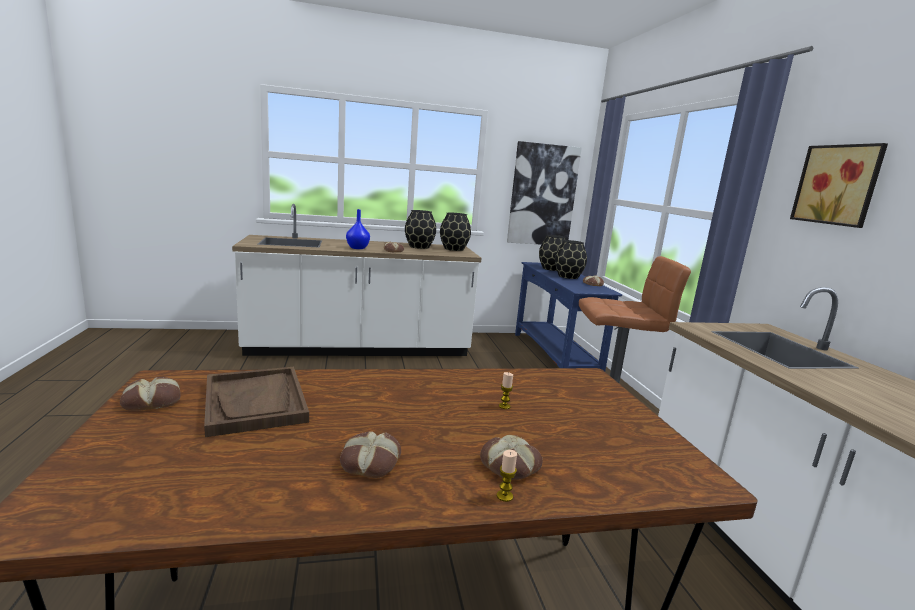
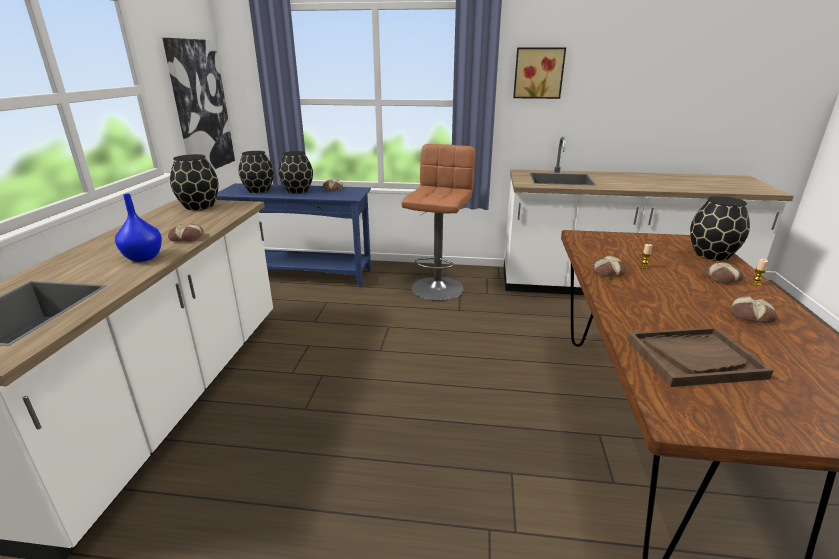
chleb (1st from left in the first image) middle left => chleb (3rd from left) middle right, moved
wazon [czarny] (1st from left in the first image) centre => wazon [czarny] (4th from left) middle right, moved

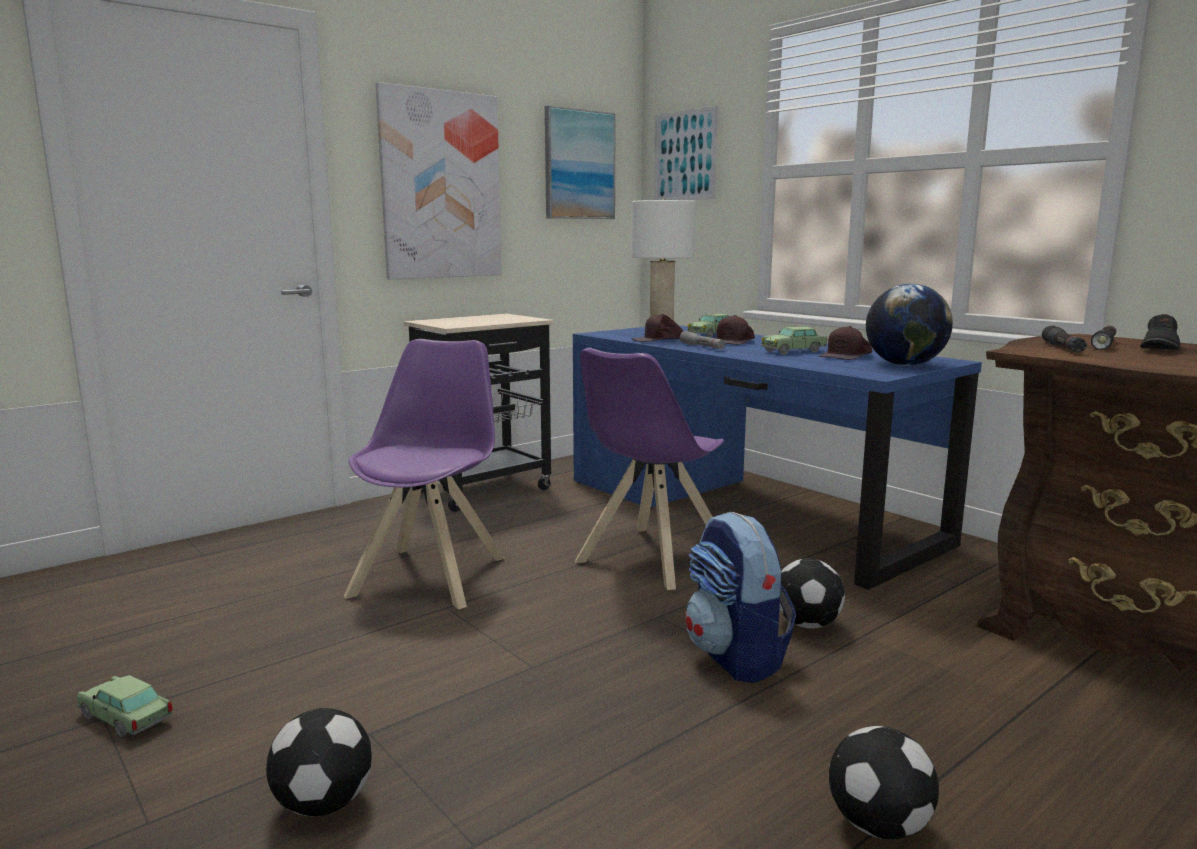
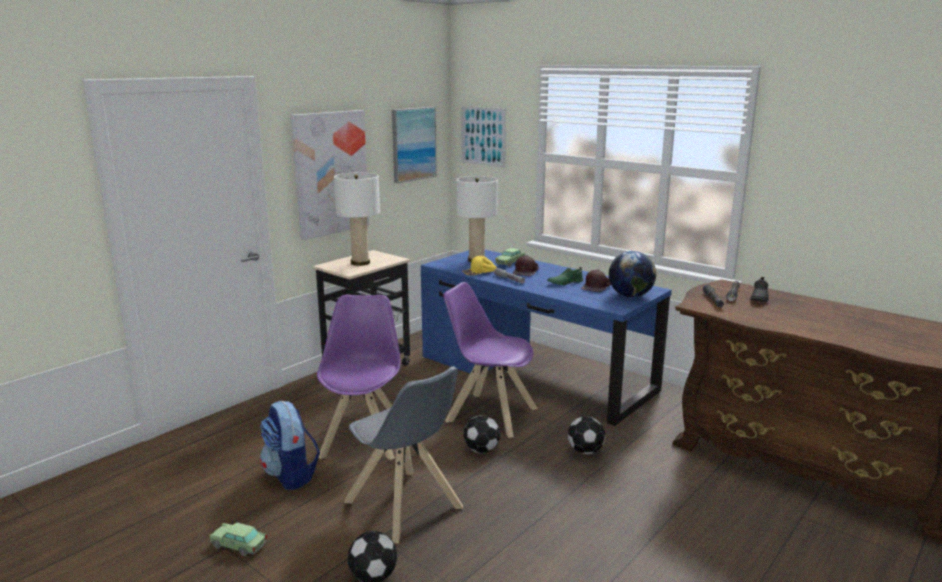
krzesło [fioletowy] (2nd from left) centre, 90 degrees clockwise
czapka z daszkiem [brązowy] (1st from left) centre => czapka z daszkiem [żółty] centre
plecak bottom centre => plecak bottom left, moved
samochodzik (3rd from left) centre => but [zielony] centre
piłka futbolowa (3rd from left in the first image) bottom right => piłka futbolowa (2nd from left) bottom centre, moved
nothing => lampa stołowa [biały] (1st from left) centre
nothing => krzesło [szary] bottom centre

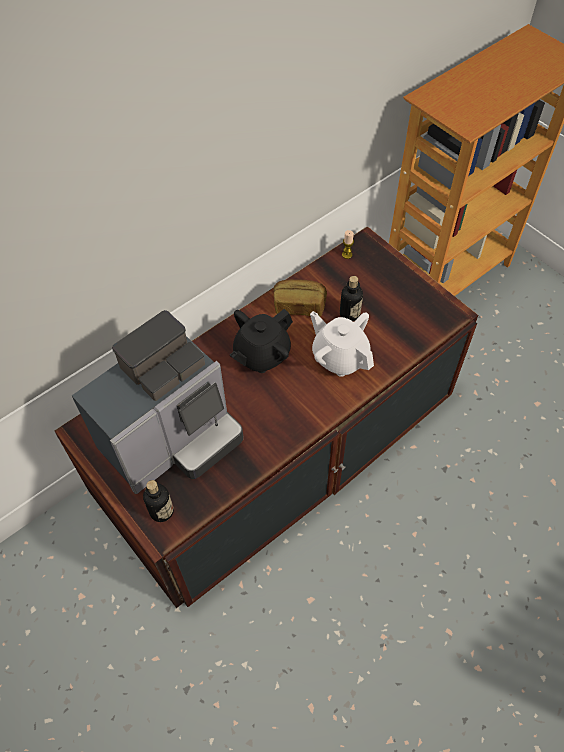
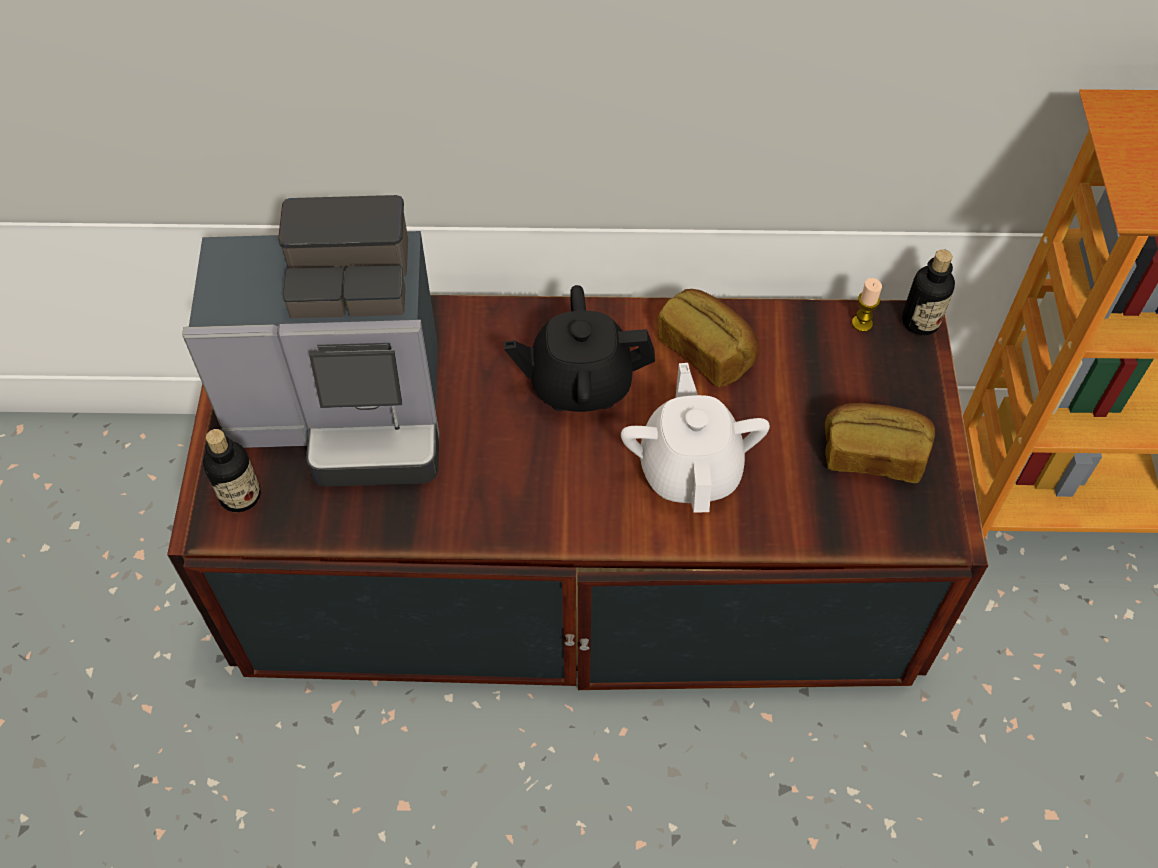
butelka (2nd from left) centre => butelka (2nd from left) middle right, moved
nothing => chleb (2nd from left) middle right

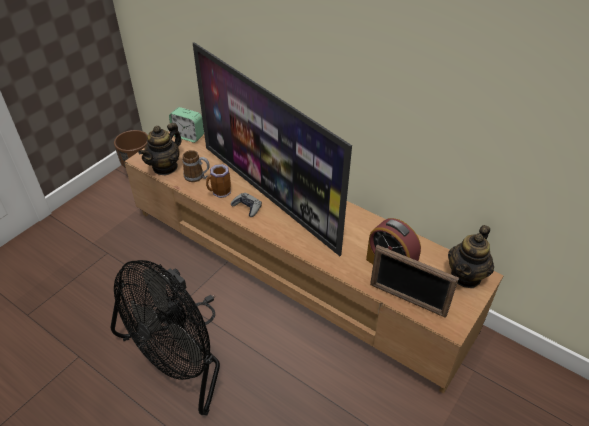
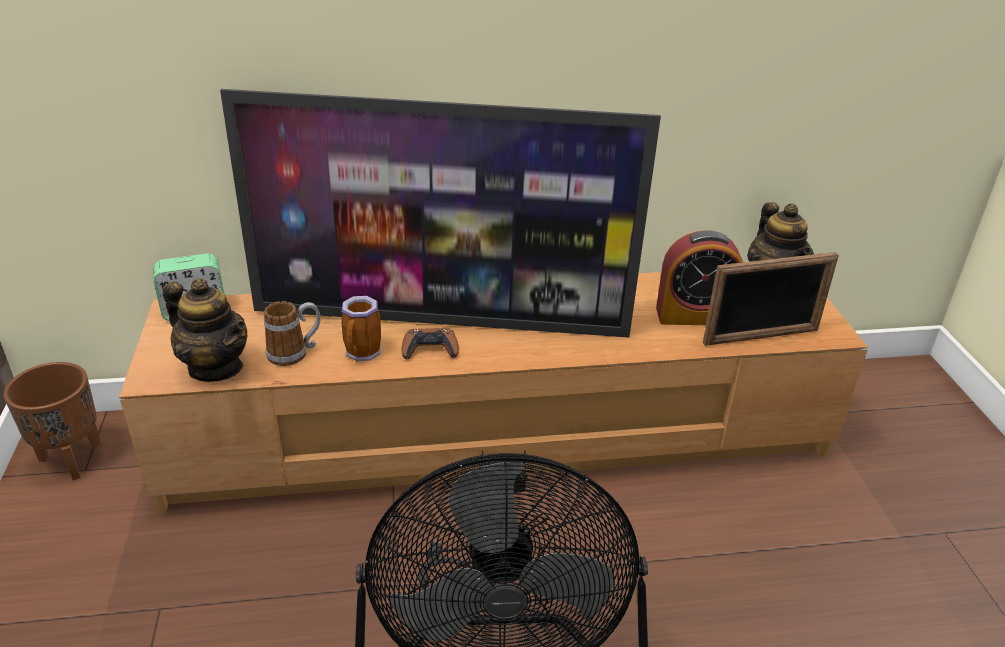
imbryk (1st from left) middle left, 45 degrees counterclockwise
pad do gier [szary] centre => pad do gier [brązowy] centre

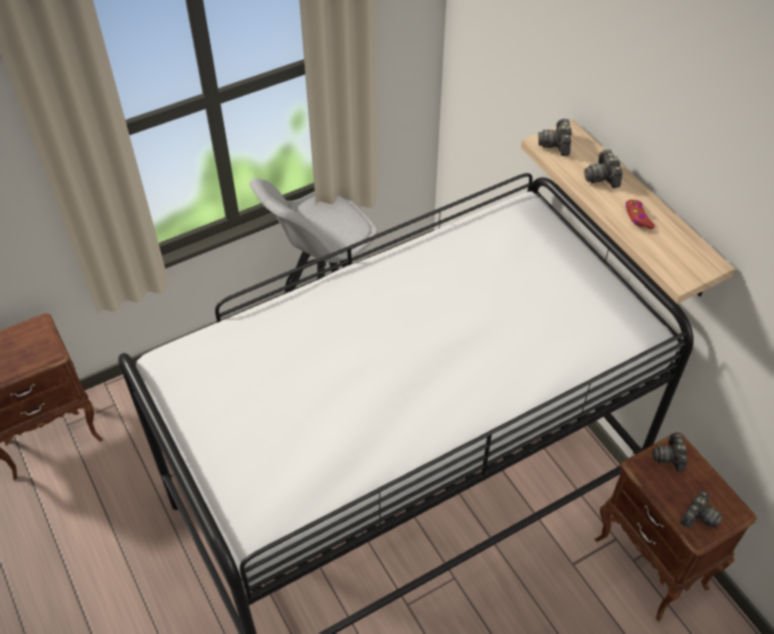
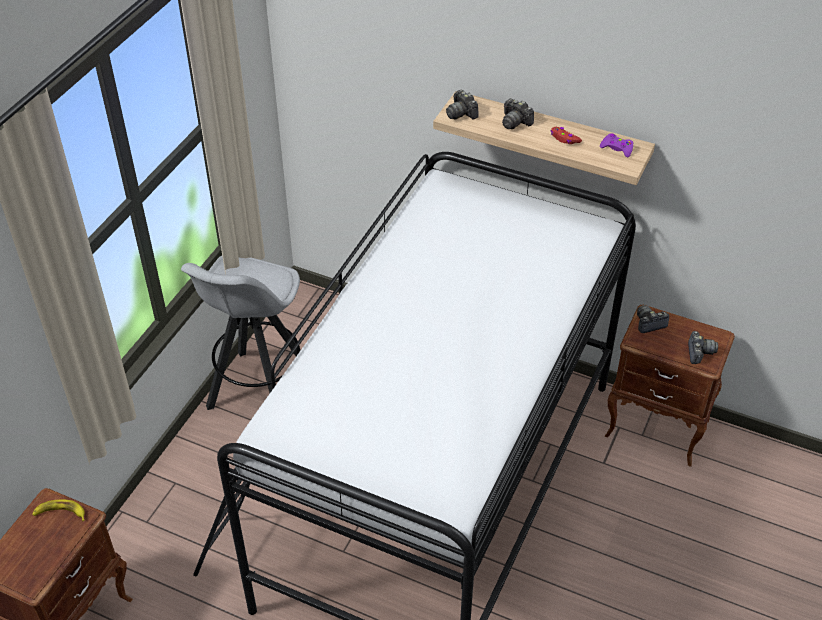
aparat fotograficzny (3rd from left) bottom right => aparat fotograficzny (3rd from left) middle right, 105 degrees clockwise
nothing => banan bottom left
nothing => pad do gier [fioletowy] top right

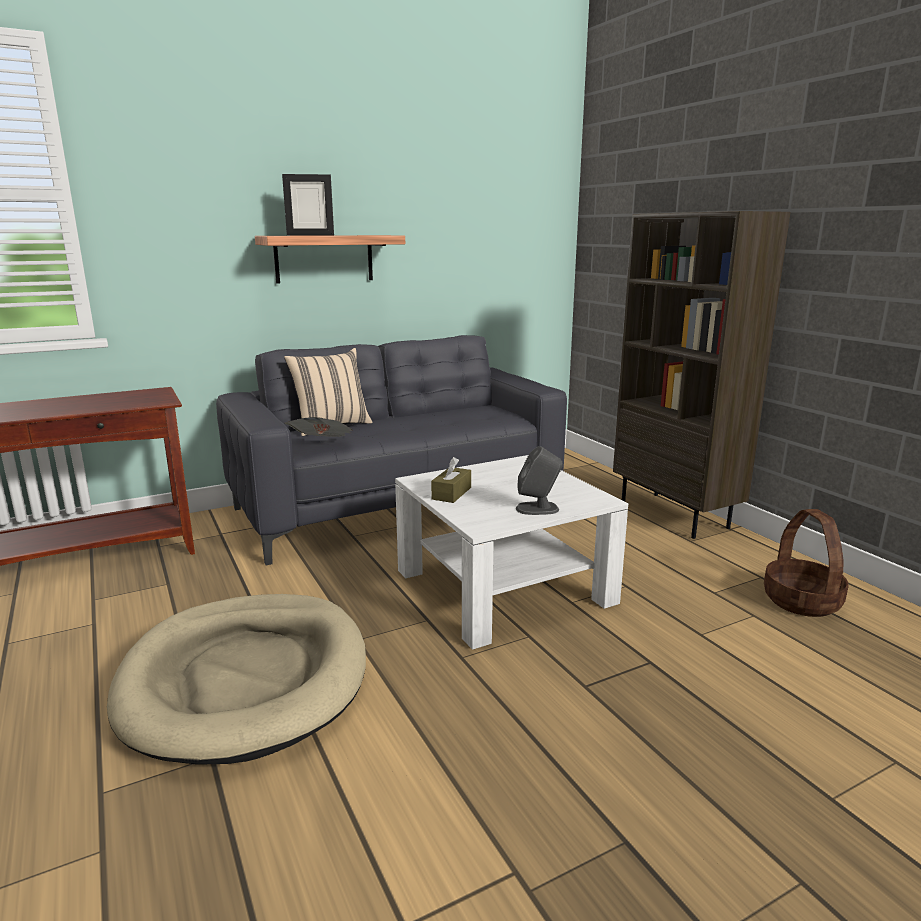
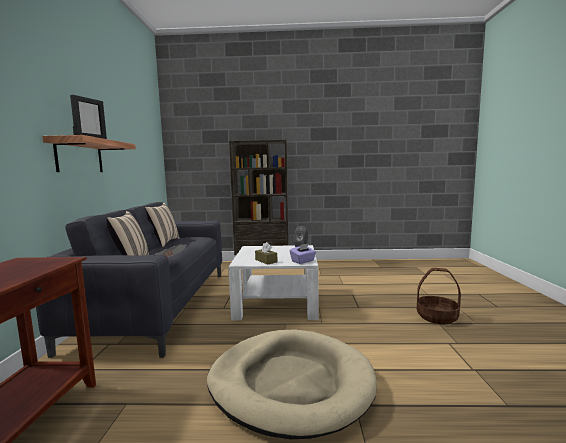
koszyk middle right => koszyk bottom right, moved
nothing => poduszka [beżowy] (2nd from left) middle left
nothing => pudełko chusteczek [fioletowy] centre

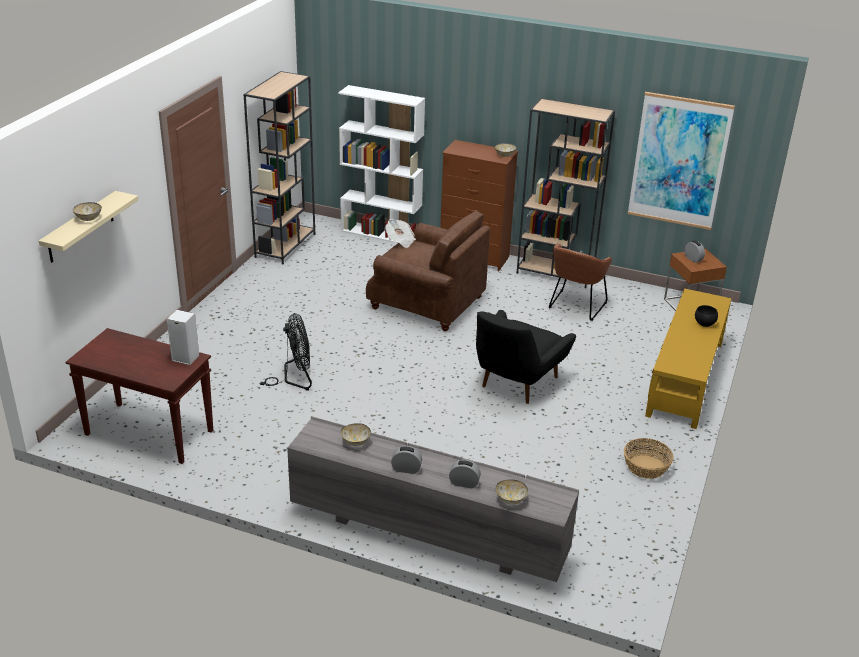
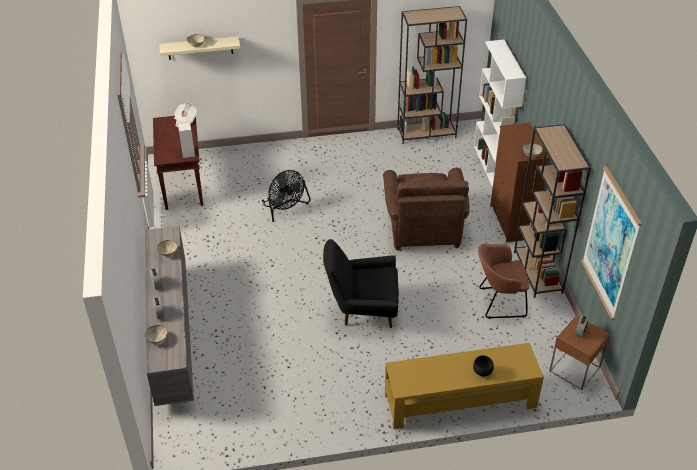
gazeta centre => gazeta top left, moved
koszyk bottom right => nothing

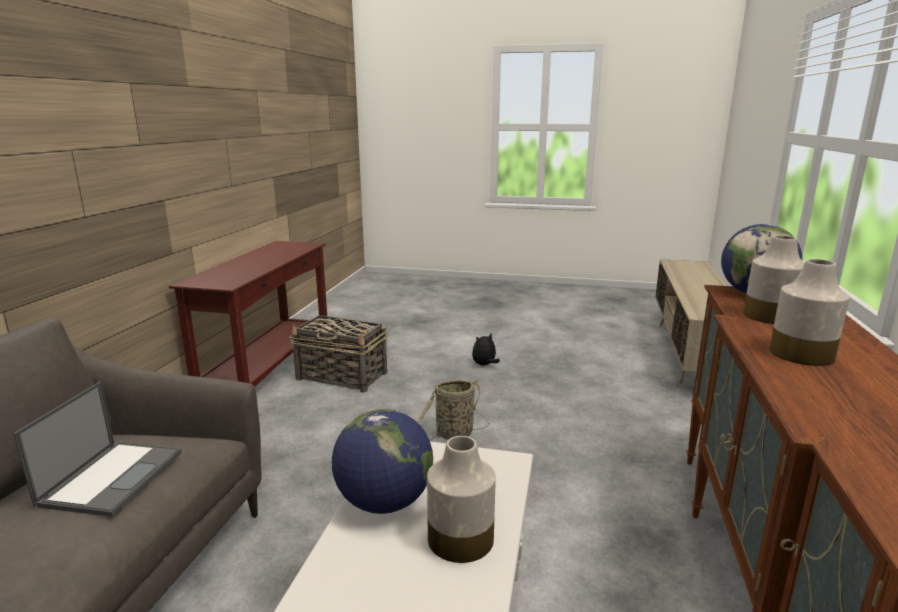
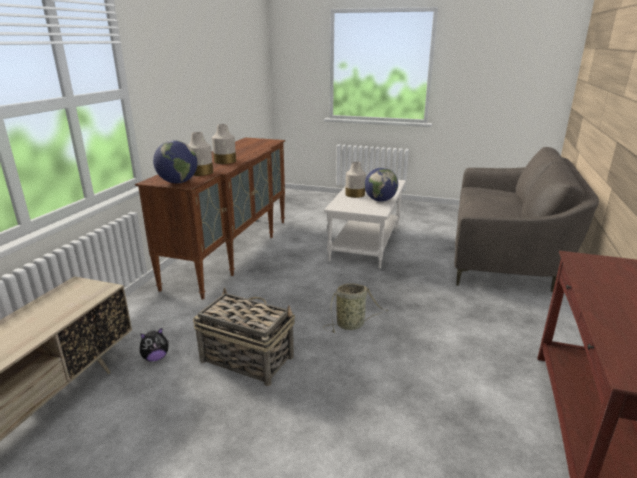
laptop bottom left => nothing
koszyk (1st from left) centre => koszyk (1st from left) bottom centre, moved
pluszak centre => pluszak bottom left, moved

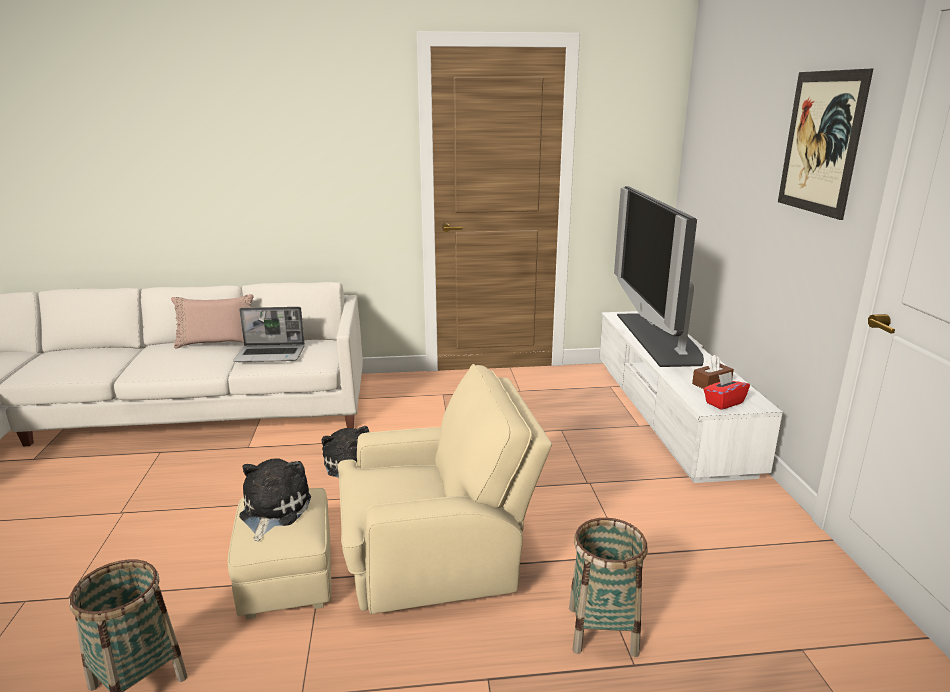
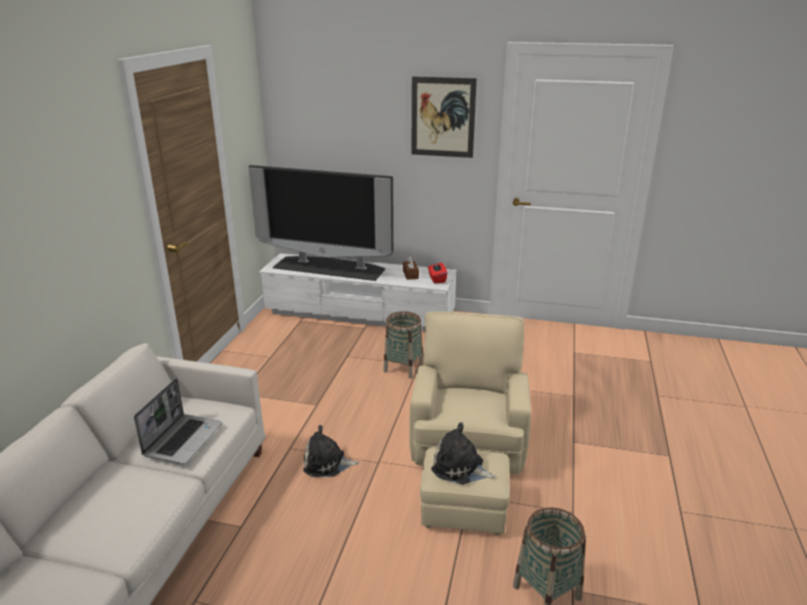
poduszka [beżowy] middle left => nothing
koszyk (2nd from left in the first image) bottom centre => koszyk (1st from left) centre, moved

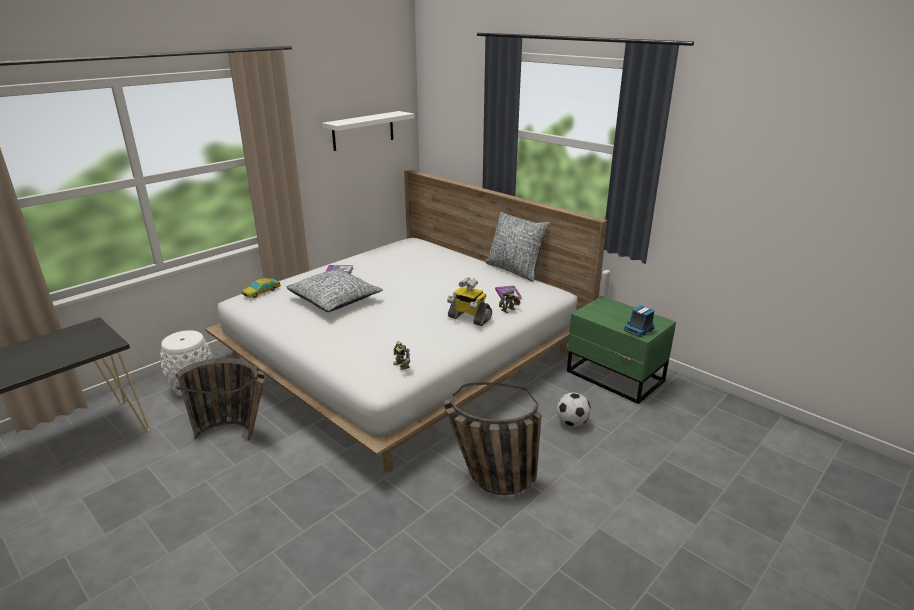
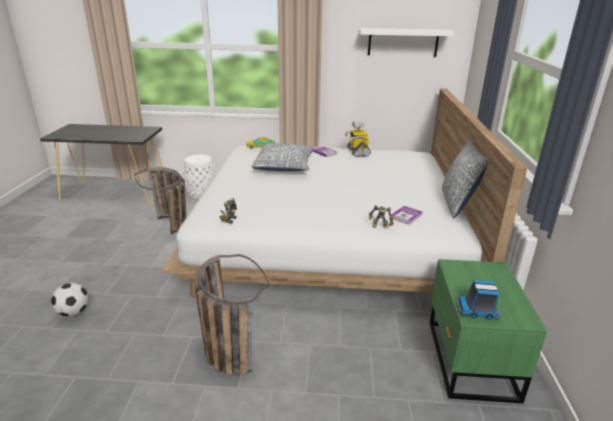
robot zabawkowy (2nd from left) centre => robot zabawkowy (2nd from left) top centre, moved
piłka futbolowa bottom centre => piłka futbolowa bottom left, moved

